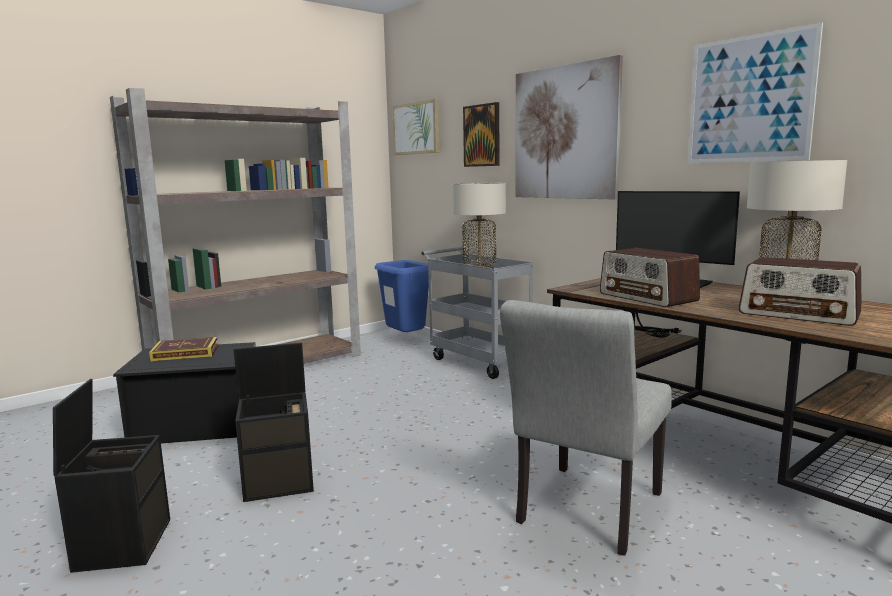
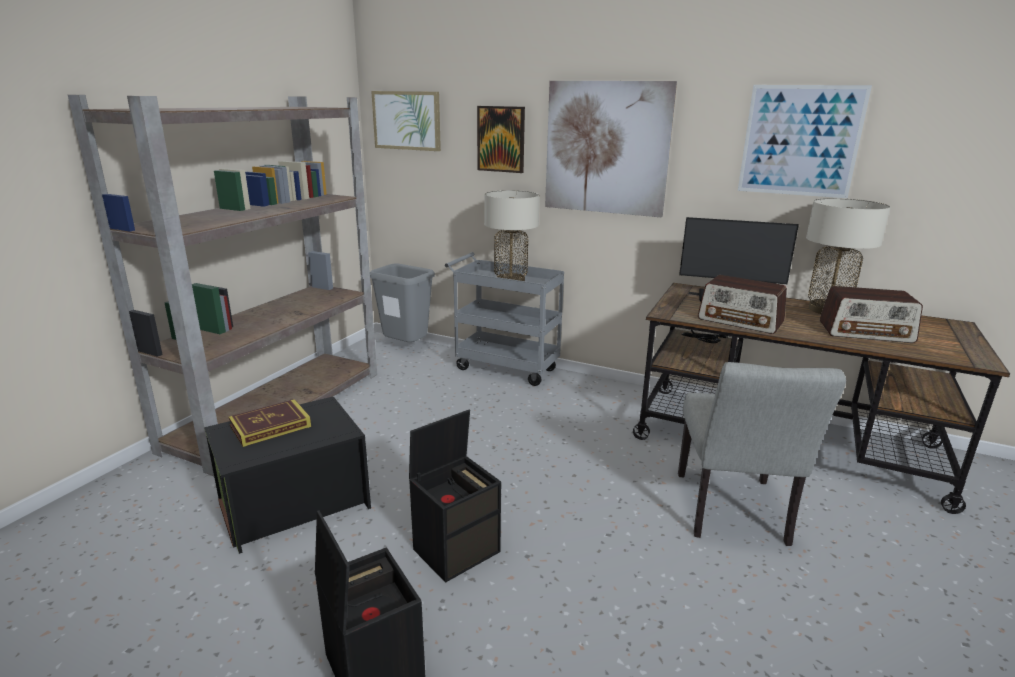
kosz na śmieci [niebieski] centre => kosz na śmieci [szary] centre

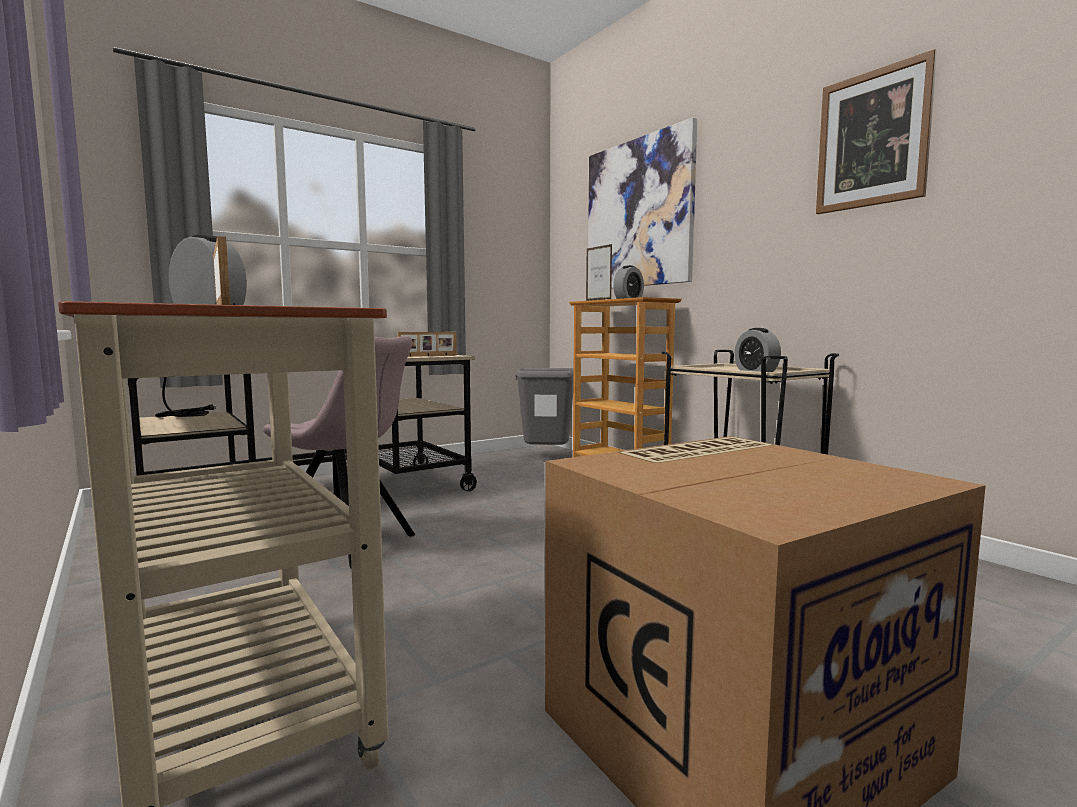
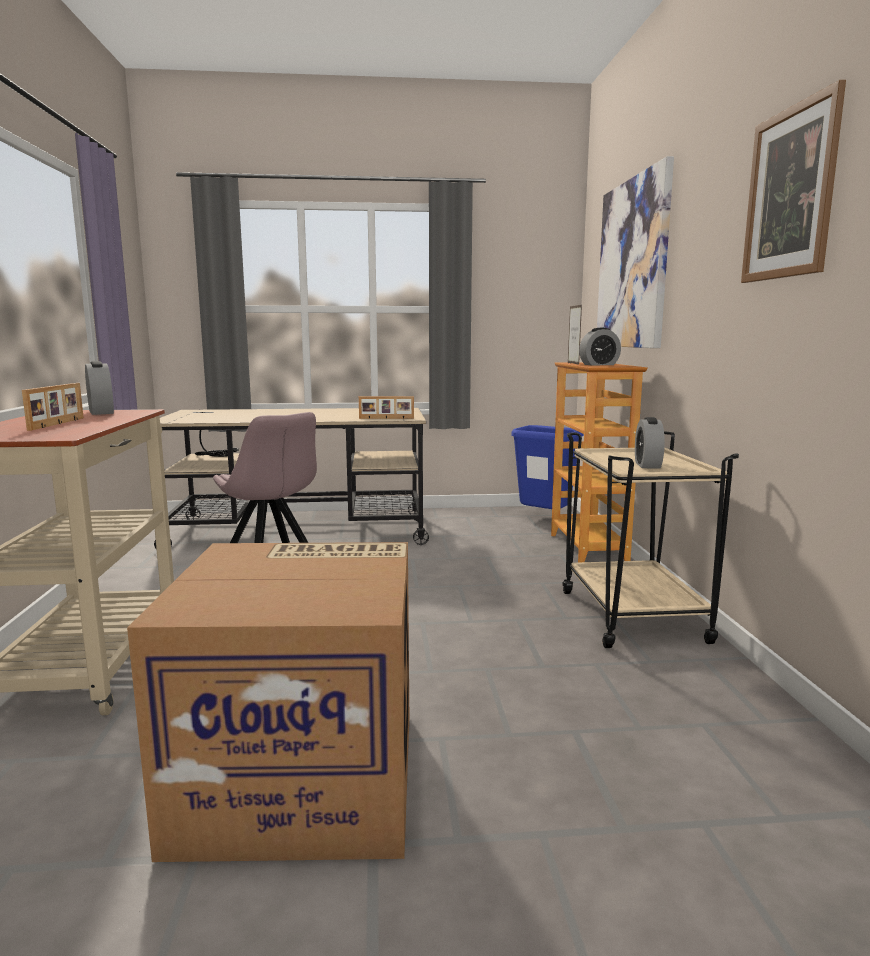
kosz na śmieci [szary] centre => kosz na śmieci [niebieski] centre

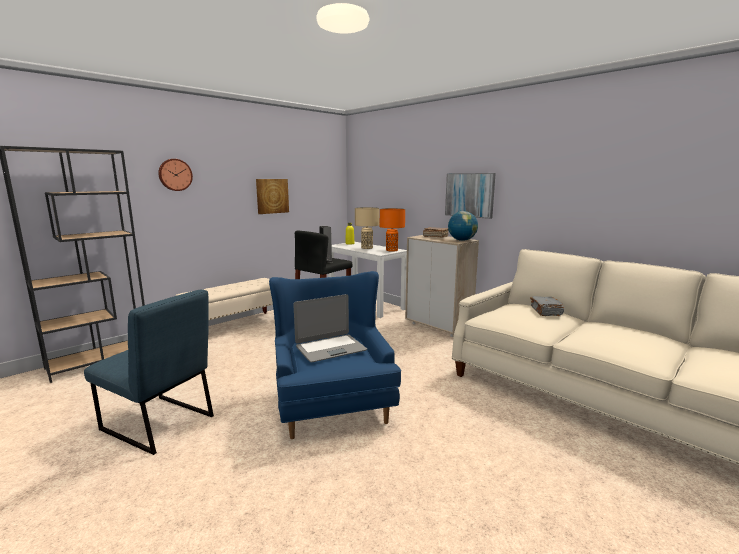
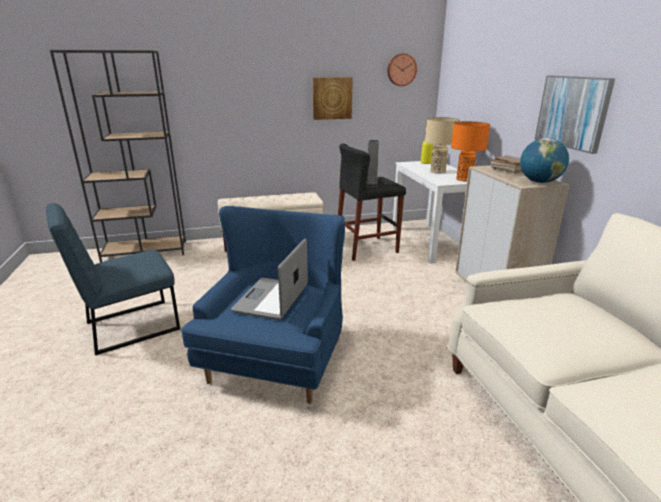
krzesło [niebieski] bottom left => krzesło [niebieski] middle left, 90 degrees clockwise
zegar ścienny top left => zegar ścienny top centre, moved
laptop centre, 105 degrees clockwise
książka [szary] middle right => nothing

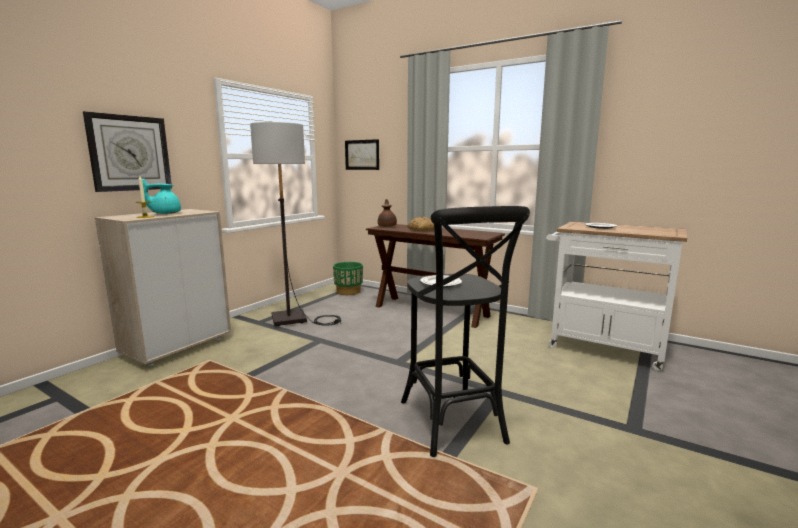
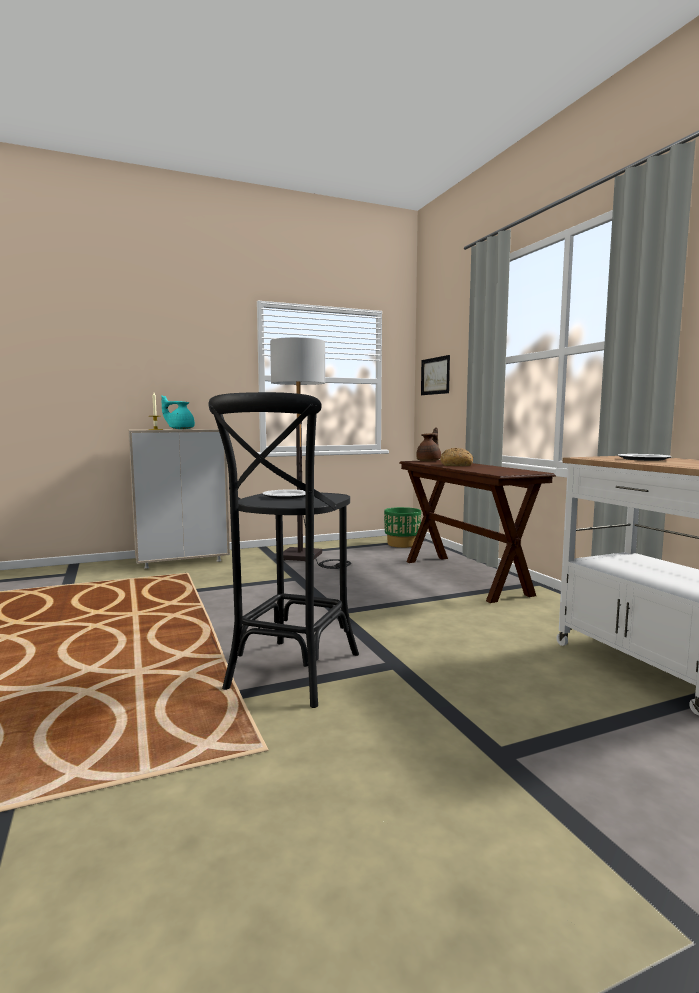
zegar ścienny top left => nothing

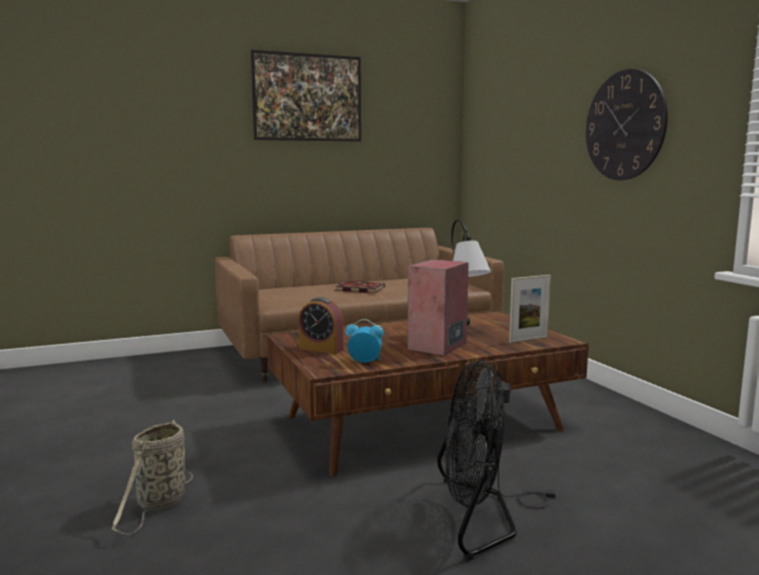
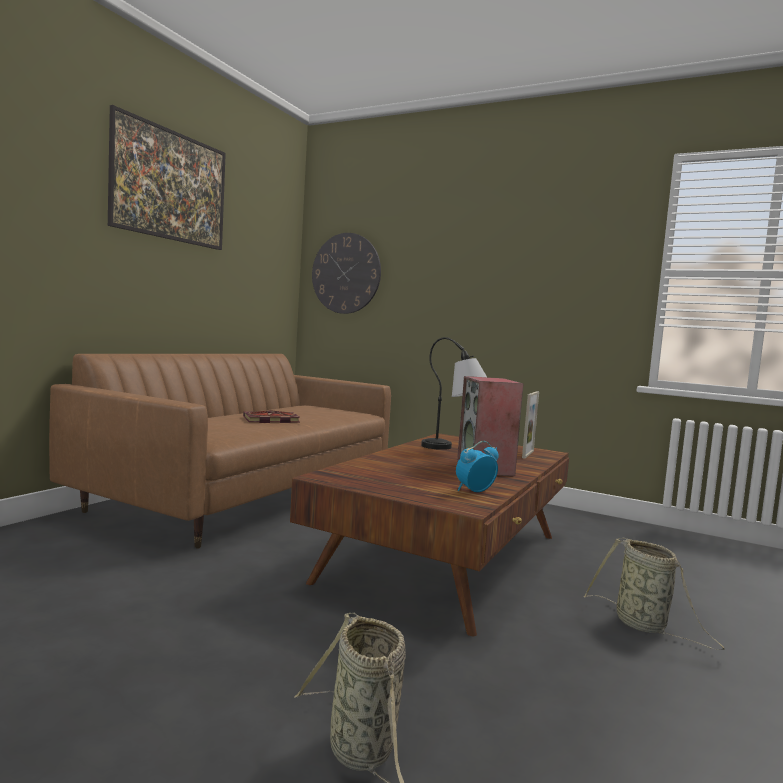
budzik (1st from left) centre => nothing
wentylator [czarny] bottom centre => koszyk (2nd from left) bottom right
zegar ścienny top right => zegar ścienny centre, moved

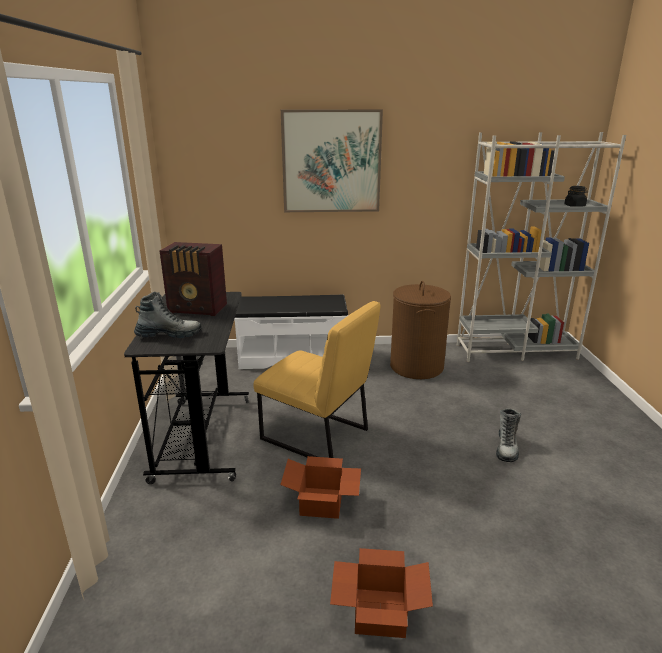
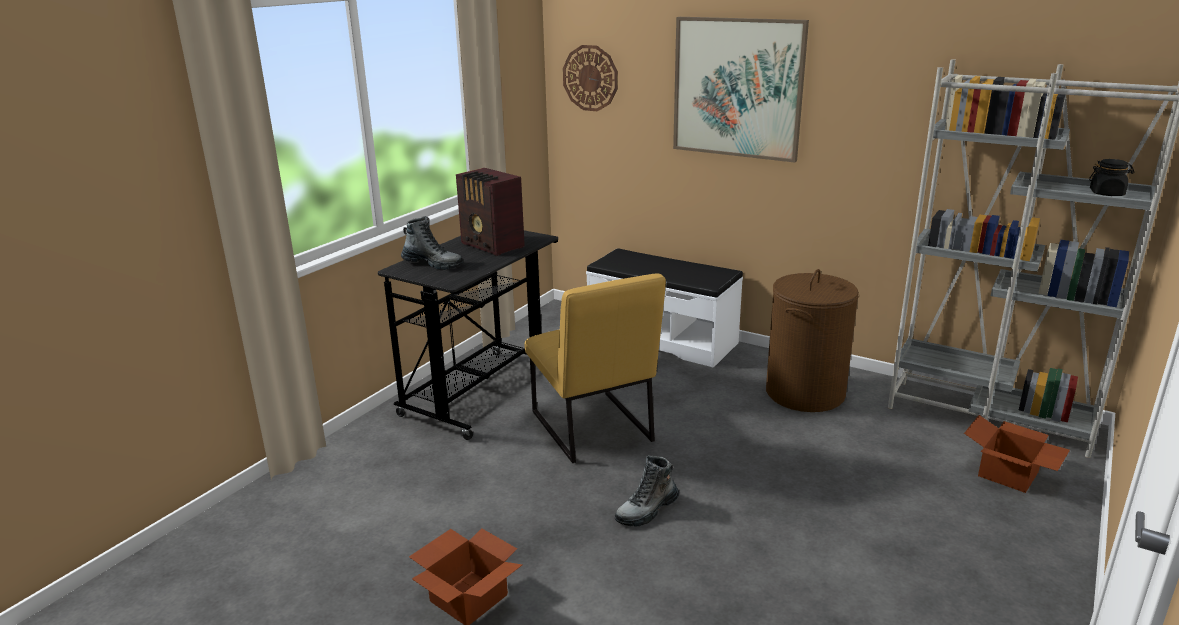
karton (1st from left in the first image) bottom centre => karton (2nd from left) bottom right, moved
but z cholewką (2nd from left) middle right => but z cholewką (2nd from left) bottom centre, moved
nothing => zegar ścienny top centre

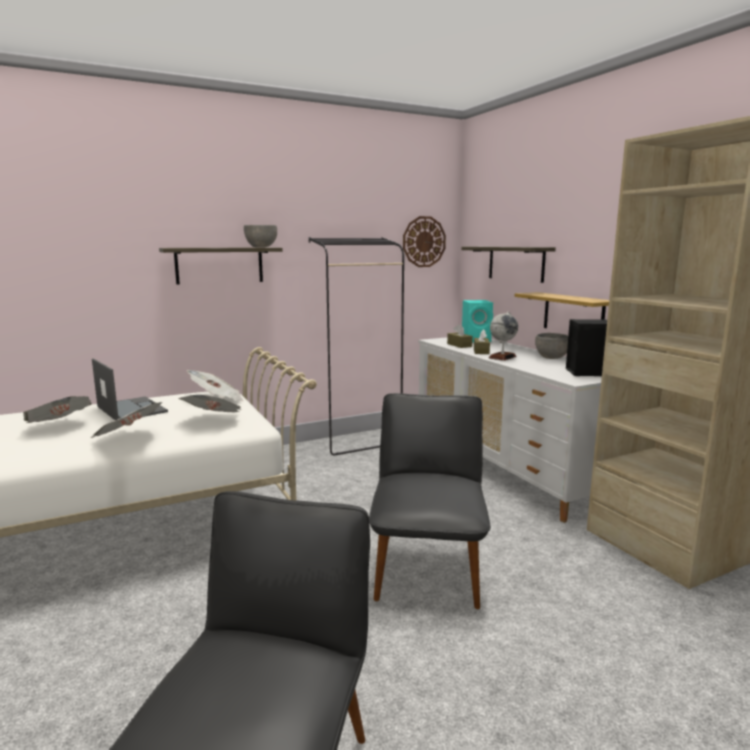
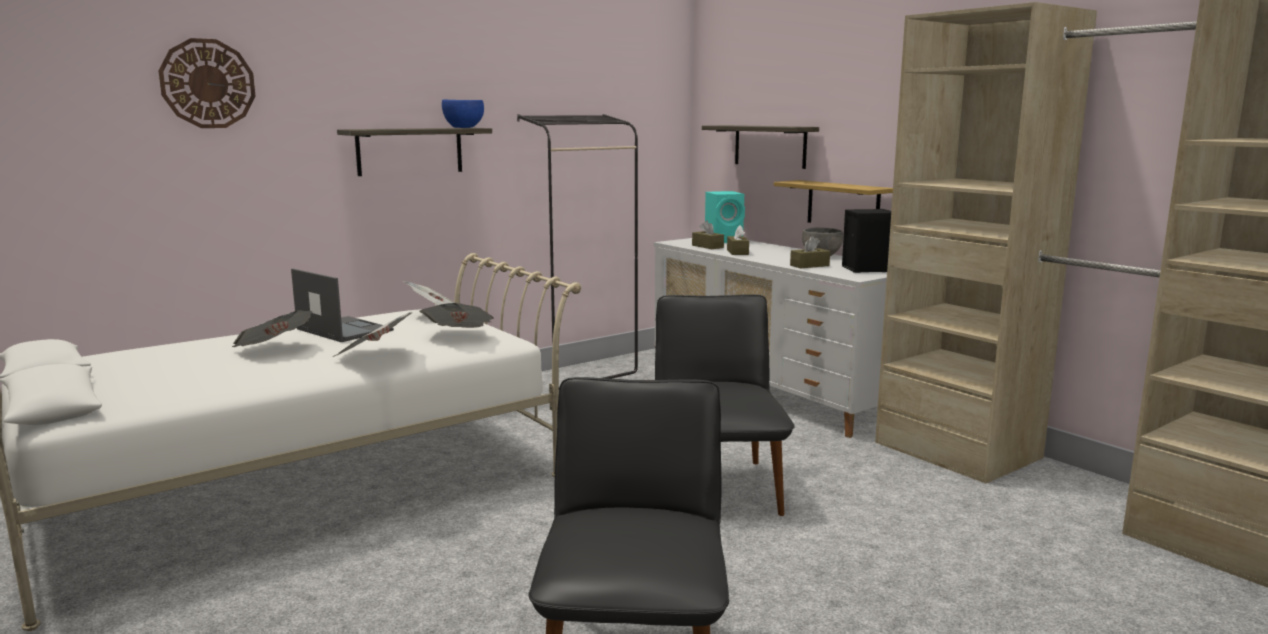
miska [szary] (1st from left) top centre => miska [niebieski] top centre
zegar ścienny top centre => zegar ścienny top left, moved
globus middle right => nothing
nothing => pudełko chusteczek [brązowy] (3rd from left) centre

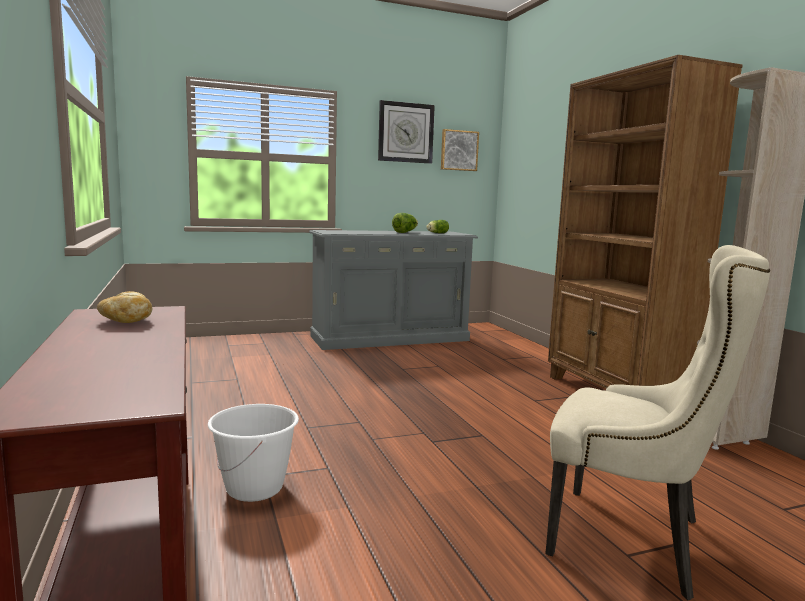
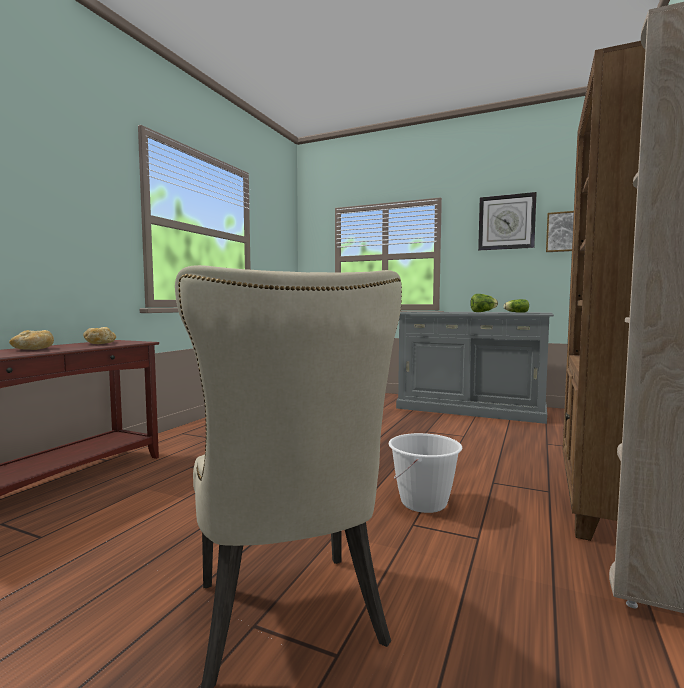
wiadro [biały] bottom left => wiadro [biały] bottom centre, moved
nothing => chleb (1st from left) middle left

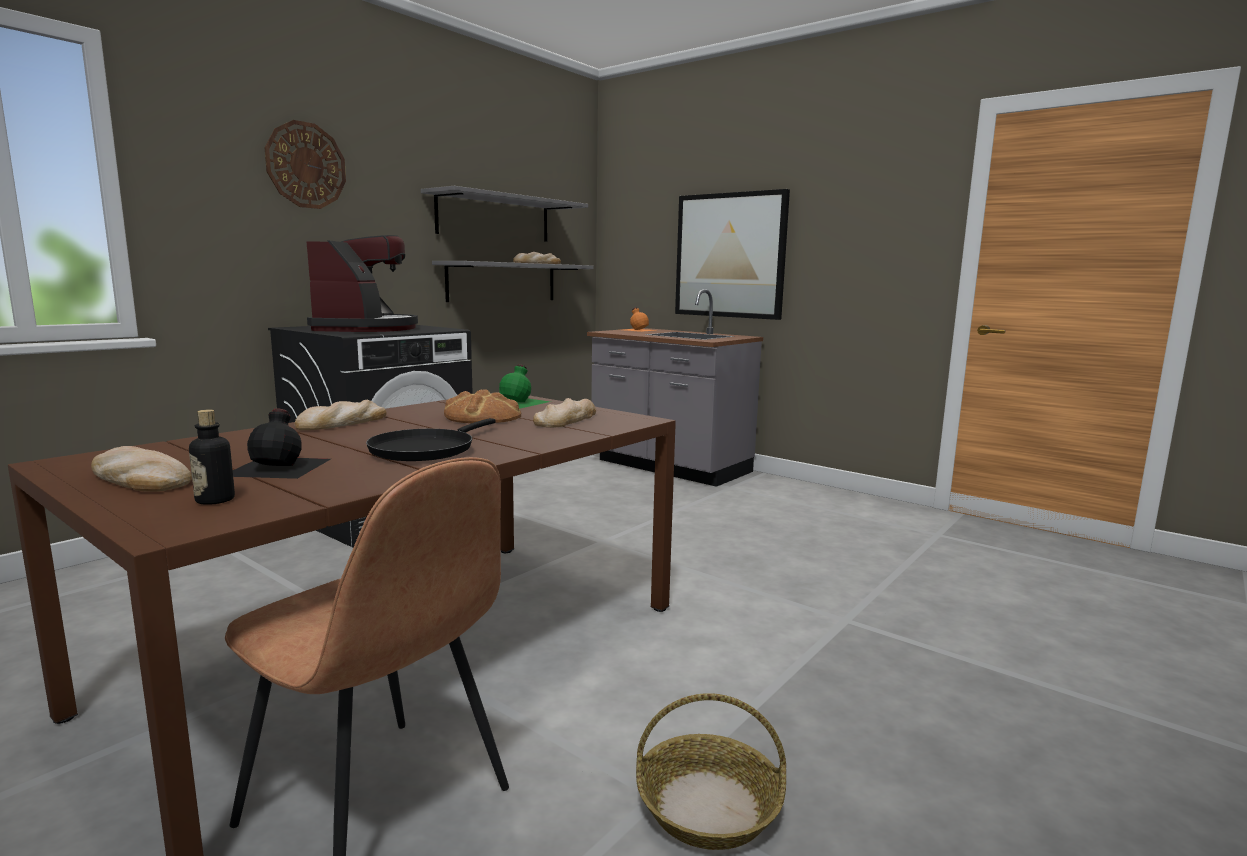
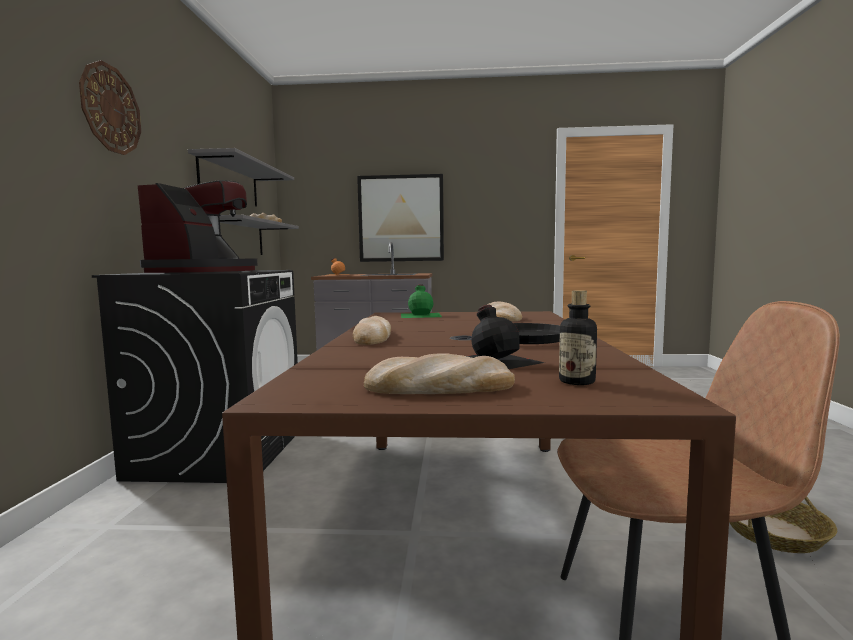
ekspres do kawy top left => ekspres do kawy middle left, 45 degrees clockwise
chleb (3rd from left) centre => nothing

